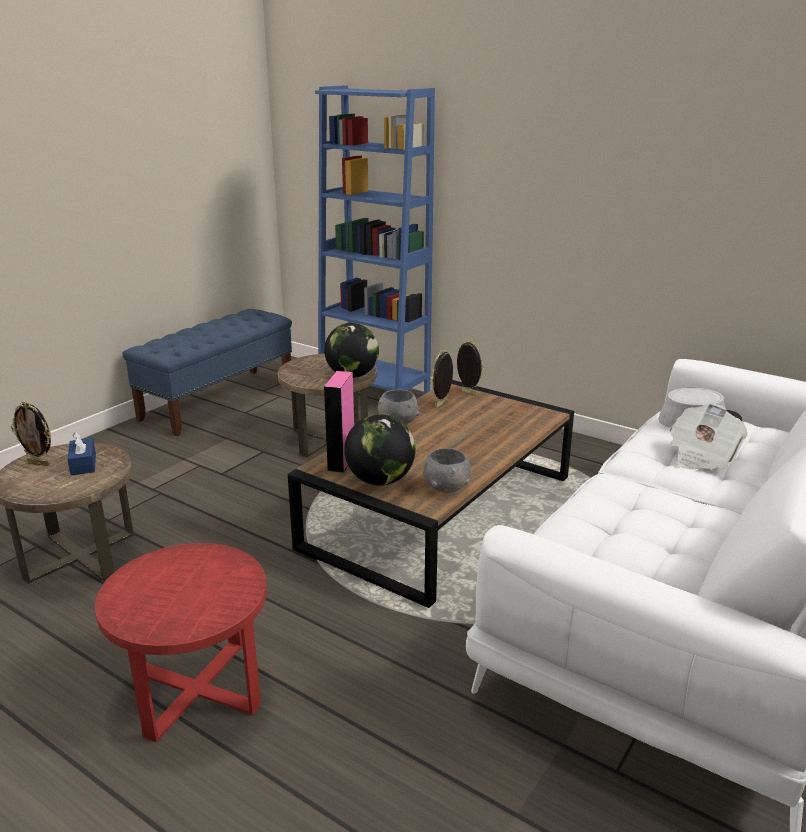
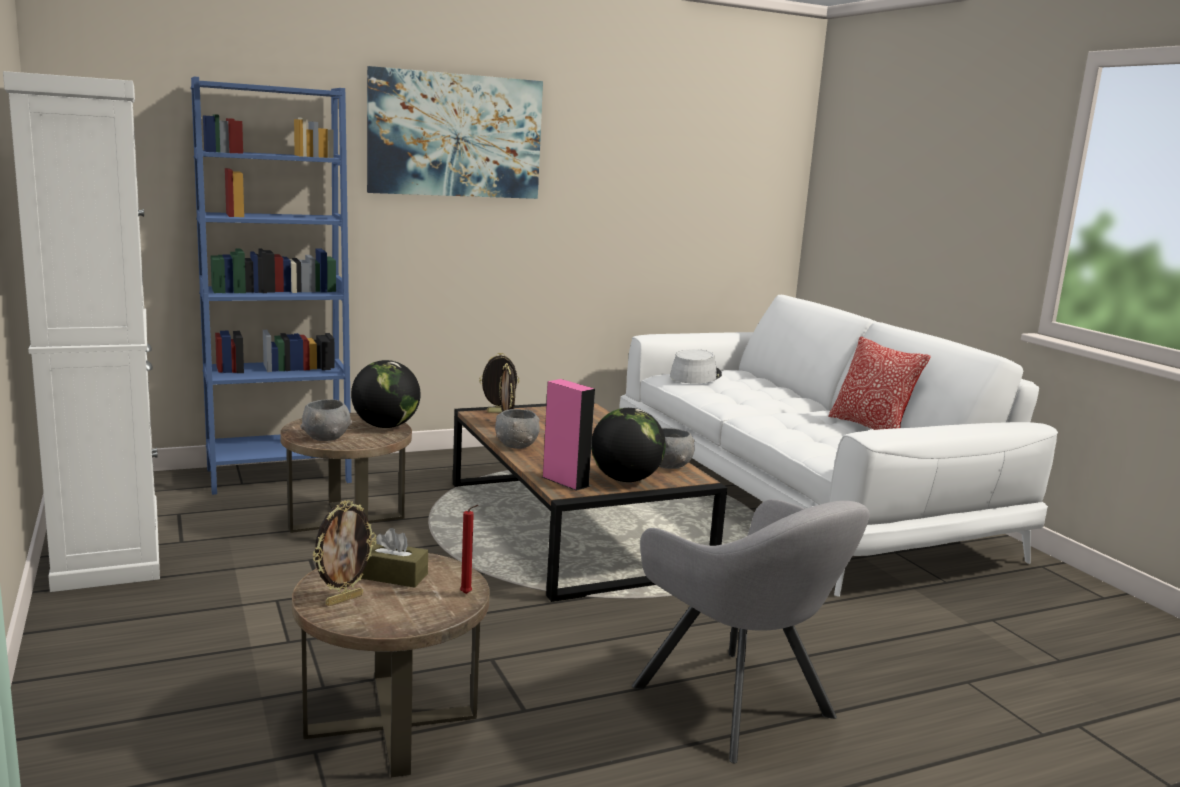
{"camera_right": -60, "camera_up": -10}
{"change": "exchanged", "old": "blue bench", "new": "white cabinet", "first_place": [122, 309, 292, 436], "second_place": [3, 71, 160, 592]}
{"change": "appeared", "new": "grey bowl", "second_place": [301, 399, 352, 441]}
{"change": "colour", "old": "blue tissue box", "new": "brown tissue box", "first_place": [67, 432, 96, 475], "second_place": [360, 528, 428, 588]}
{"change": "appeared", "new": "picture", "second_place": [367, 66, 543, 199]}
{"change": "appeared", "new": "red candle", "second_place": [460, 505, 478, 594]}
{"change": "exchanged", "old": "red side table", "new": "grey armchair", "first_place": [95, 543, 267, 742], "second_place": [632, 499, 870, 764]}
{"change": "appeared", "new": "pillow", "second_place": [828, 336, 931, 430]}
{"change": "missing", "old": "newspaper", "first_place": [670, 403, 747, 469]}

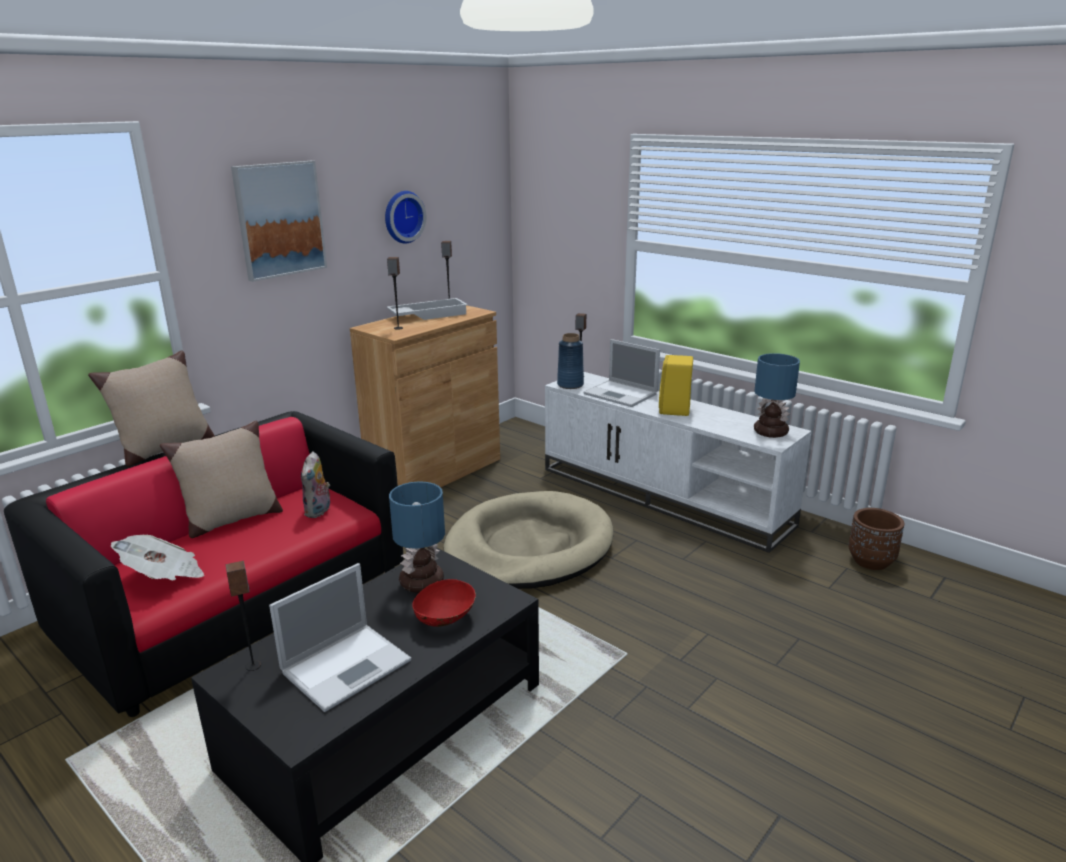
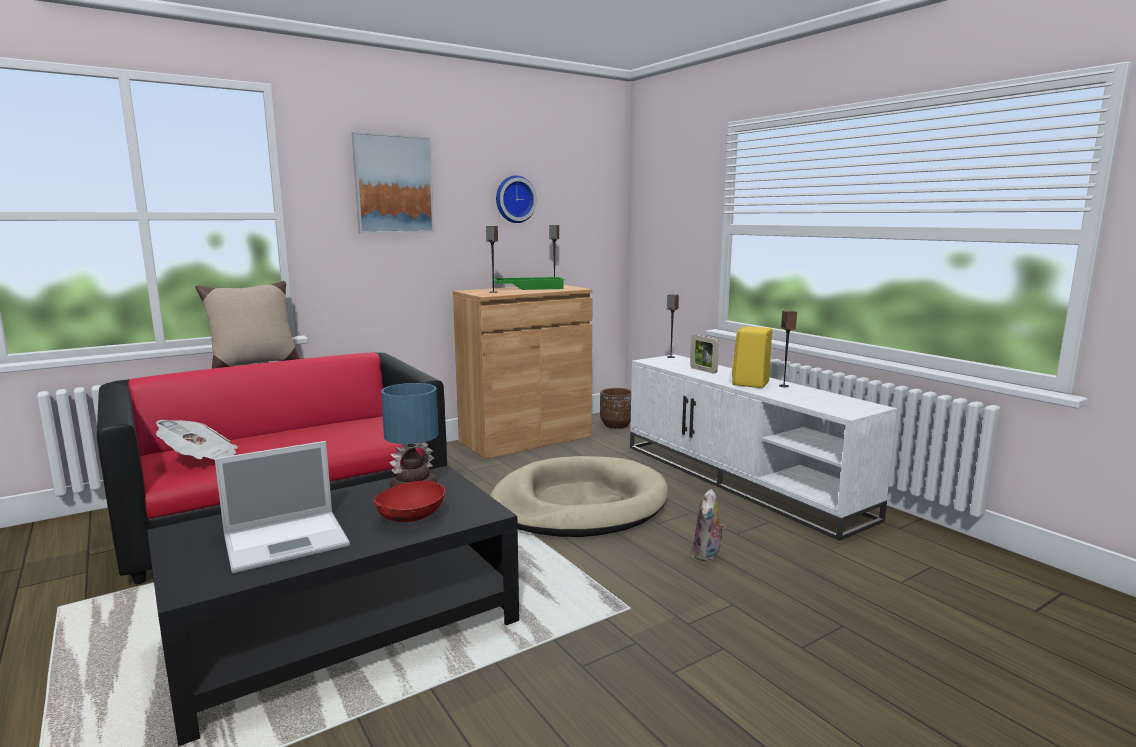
{"camera_right": 15, "camera_up": -10}
{"change": "colour", "old": "white tray", "new": "green tray", "first_place": [386, 298, 468, 320], "second_place": [492, 277, 565, 290]}
{"change": "relocated", "old": "brown planter", "first_place": [848, 508, 904, 570], "second_place": [600, 388, 631, 429]}
{"change": "exchanged", "old": "laptop", "new": "picture frame", "first_place": [583, 339, 660, 407], "second_place": [690, 335, 719, 373]}
{"change": "relocated", "old": "plush toy", "first_place": [301, 451, 330, 518], "second_place": [693, 489, 725, 562]}
{"change": "relocated", "old": "speaker", "first_place": [226, 561, 261, 671], "second_place": [779, 311, 797, 387]}
{"change": "missing", "old": "beige pillow", "first_place": [160, 421, 283, 538]}
{"change": "missing", "old": "blue vase", "first_place": [557, 333, 584, 389]}
{"change": "missing", "old": "table lamp", "first_place": [754, 353, 800, 438]}

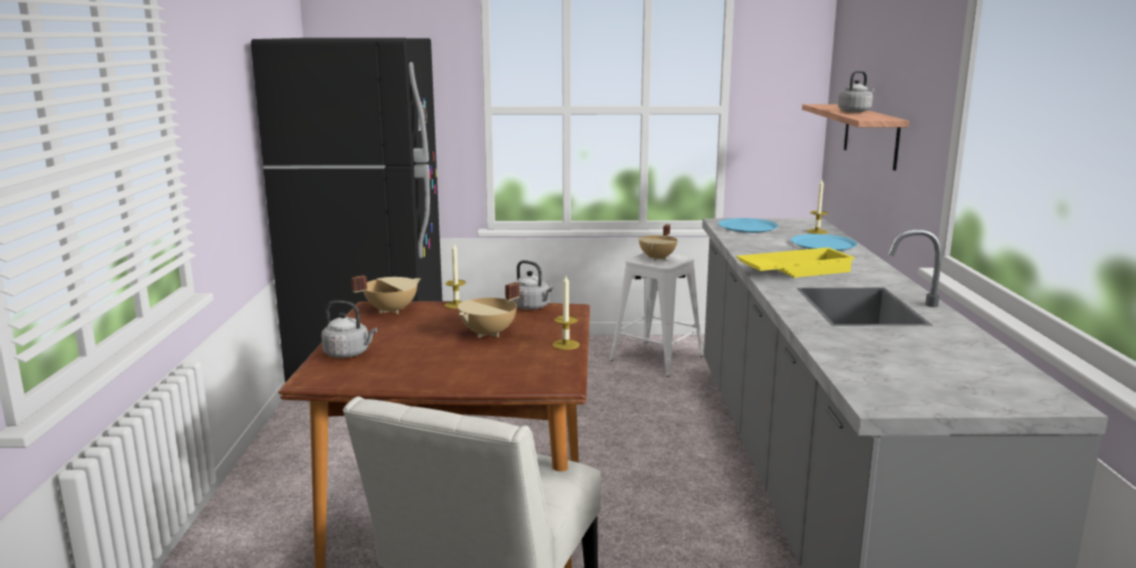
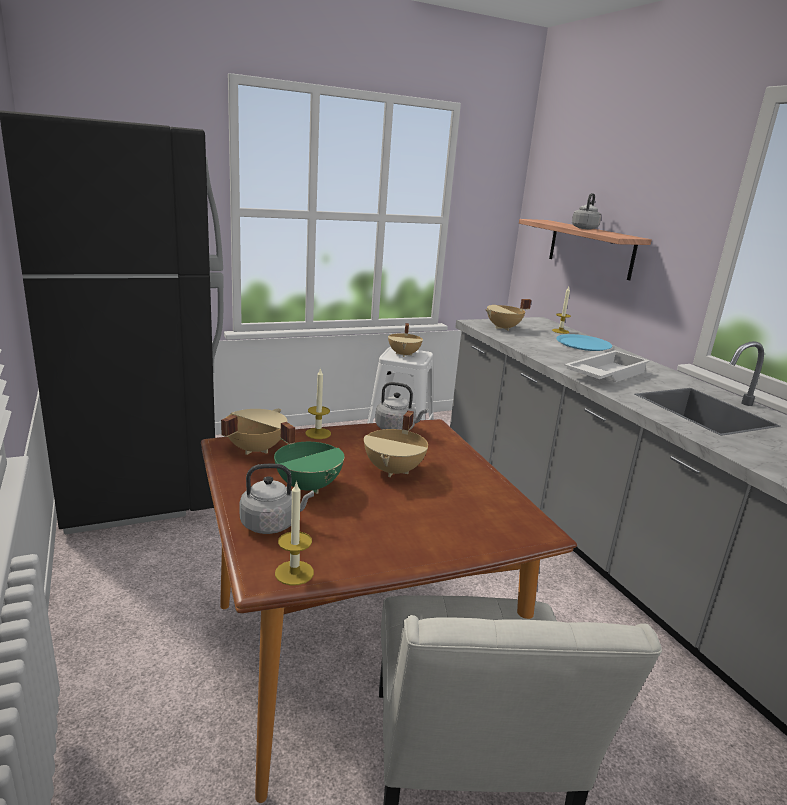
{"camera_right": -25, "camera_up": 5}
{"change": "appeared", "new": "green cooking pot", "second_place": [274, 422, 344, 494]}
{"change": "relocated", "old": "candle", "first_place": [552, 275, 580, 350], "second_place": [275, 481, 314, 586]}
{"change": "exchanged", "old": "blue plate", "new": "beige cooking pot", "first_place": [718, 218, 778, 233], "second_place": [485, 299, 531, 330]}
{"change": "colour", "old": "yellow tray", "new": "white tray", "first_place": [736, 247, 855, 278], "second_place": [564, 350, 650, 382]}

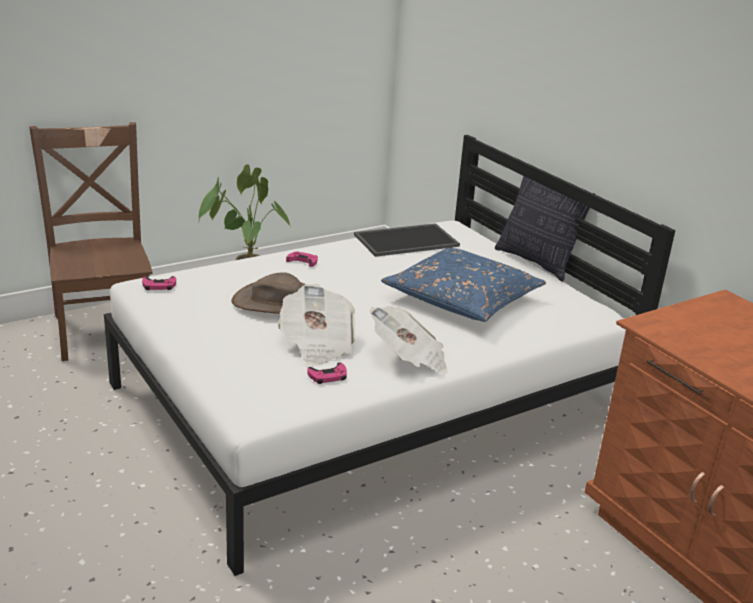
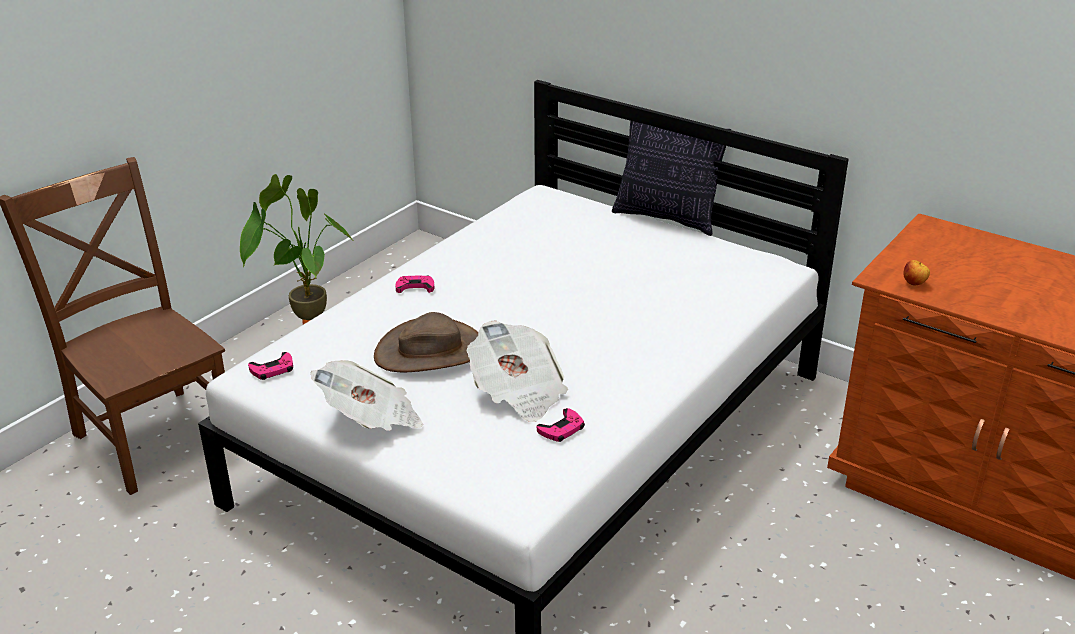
{"camera_right": -20, "camera_up": 5}
{"change": "relocated", "old": "newspaper", "first_place": [370, 306, 448, 373], "second_place": [310, 360, 424, 431]}
{"change": "appeared", "new": "apple", "second_place": [903, 260, 930, 286]}
{"change": "missing", "old": "tray", "first_place": [354, 223, 460, 257]}
{"change": "missing", "old": "blue pillow", "first_place": [381, 248, 546, 322]}

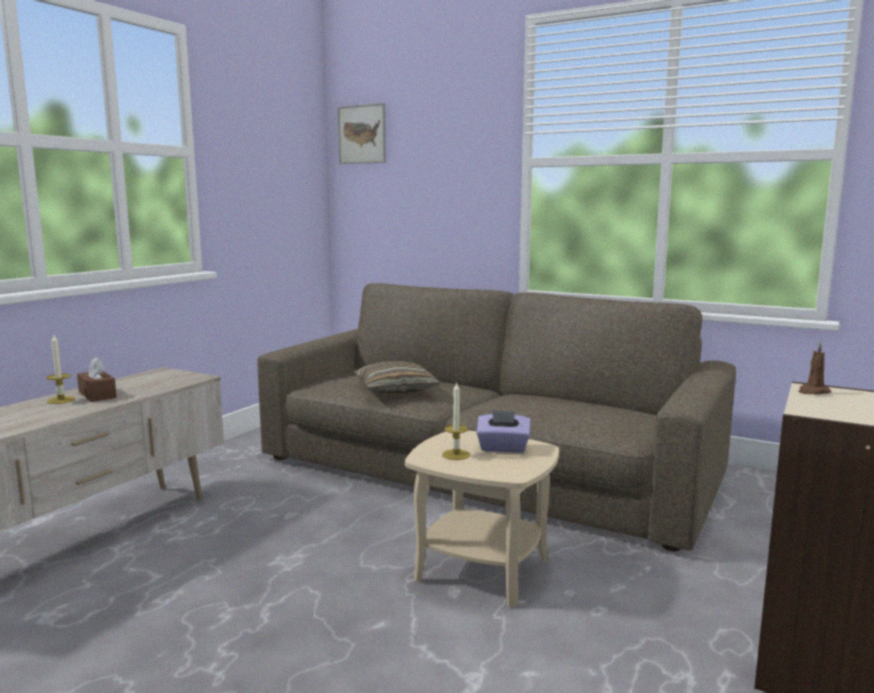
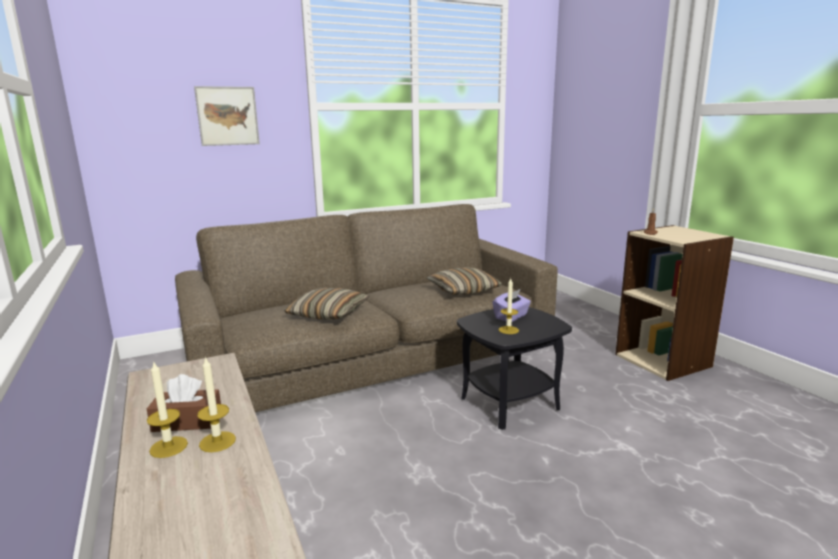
{"camera_right": -55, "camera_up": 5}
{"change": "relocated", "old": "picture", "first_place": [338, 103, 386, 164], "second_place": [194, 86, 260, 146]}
{"change": "appeared", "new": "candle", "second_place": [197, 357, 236, 452]}
{"change": "appeared", "new": "pillow", "second_place": [427, 267, 502, 295]}
{"change": "colour", "old": "beige side table", "new": "black side table", "first_place": [405, 430, 559, 607], "second_place": [457, 307, 572, 430]}

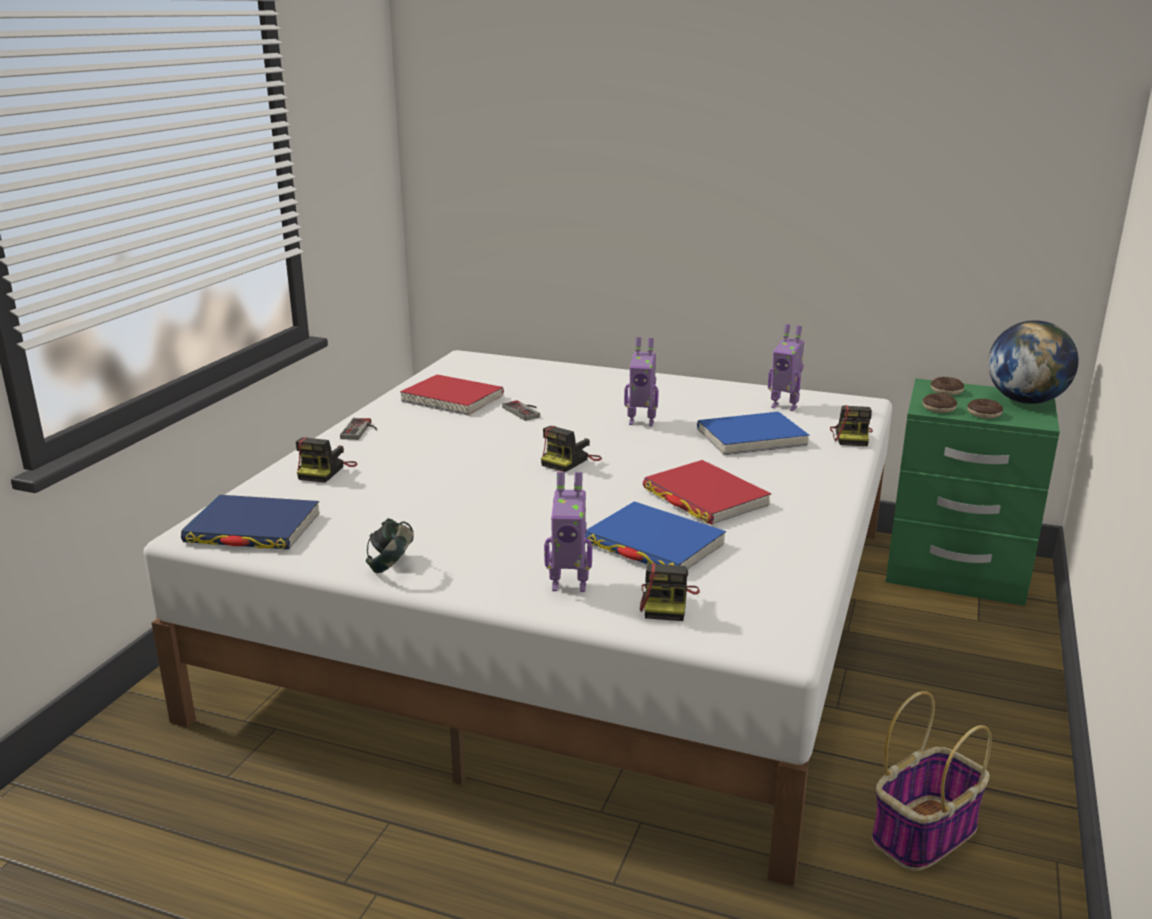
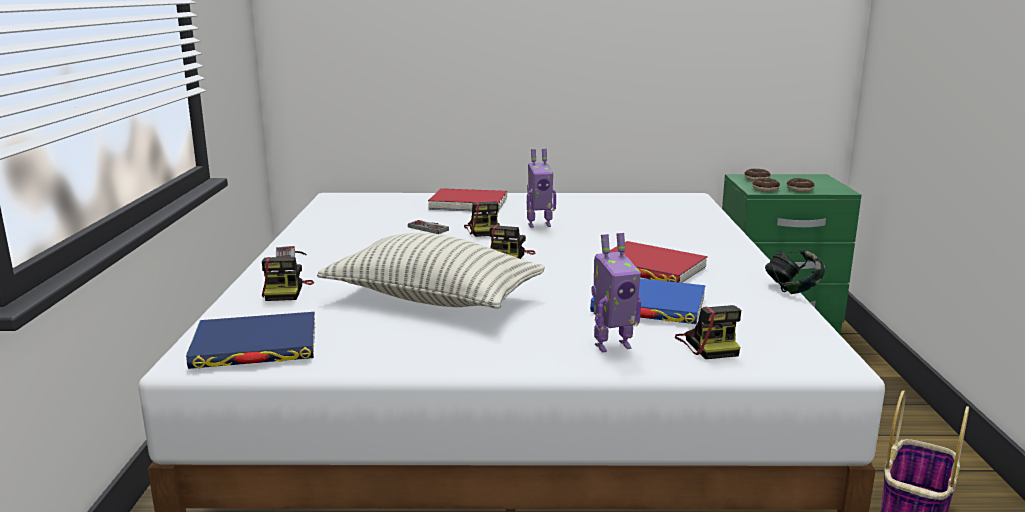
{"camera_right": -20, "camera_up": -5}
{"change": "appeared", "new": "pillow", "second_place": [317, 233, 545, 309]}
{"change": "relocated", "old": "red book", "first_place": [400, 375, 504, 416], "second_place": [428, 188, 507, 213]}
{"change": "relocated", "old": "photo camera", "first_place": [830, 405, 873, 446], "second_place": [464, 201, 500, 237]}
{"change": "relocated", "old": "headphones", "first_place": [366, 518, 414, 573], "second_place": [765, 250, 825, 294]}
{"change": "missing", "old": "blue book", "first_place": [697, 412, 810, 455]}
{"change": "missing", "old": "toy robot", "first_place": [768, 324, 804, 411]}
{"change": "missing", "old": "globe", "first_place": [988, 320, 1078, 404]}

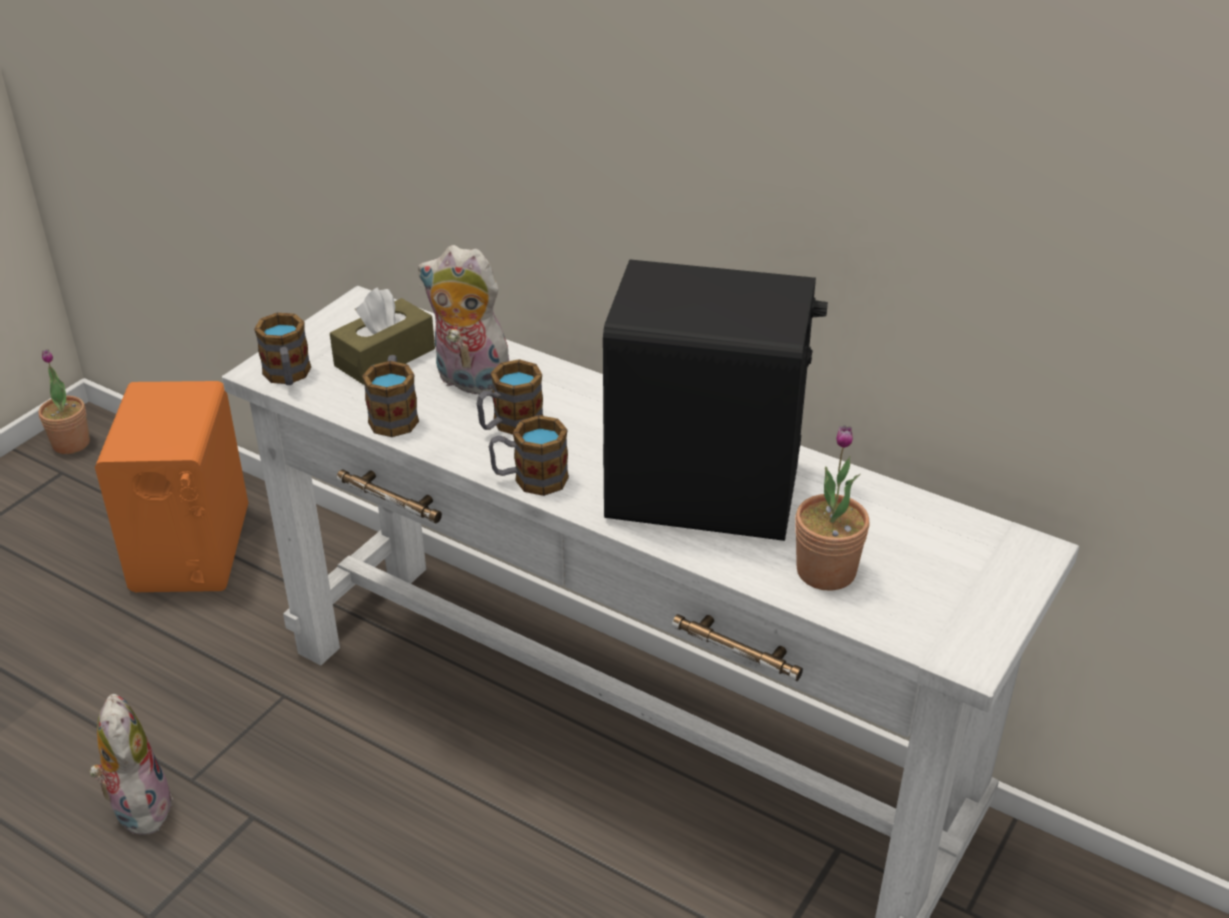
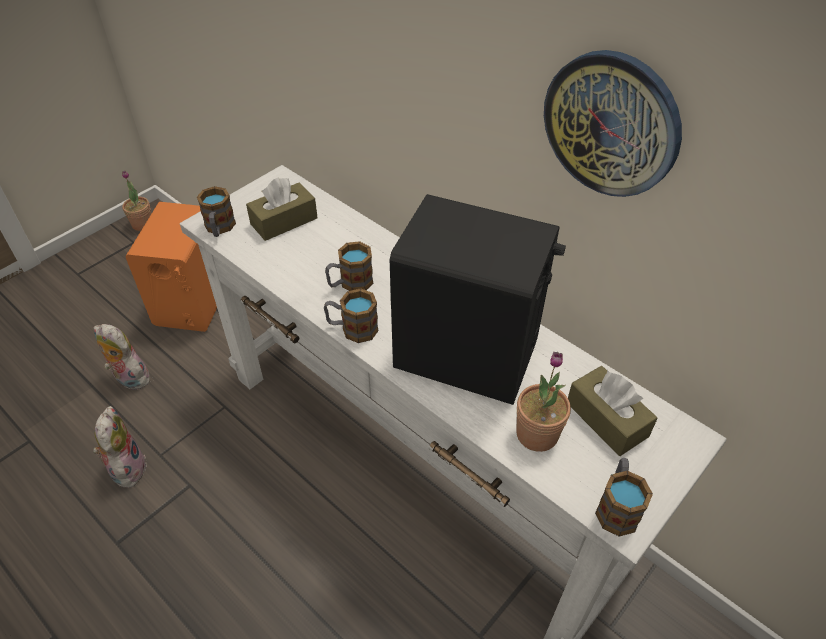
{"camera_right": 10, "camera_up": 10}
{"change": "relocated", "old": "plush toy", "first_place": [418, 245, 509, 395], "second_place": [94, 324, 153, 390]}
{"change": "appeared", "new": "wall clock", "second_place": [544, 50, 682, 197]}
{"change": "appeared", "new": "brown tissue box", "second_place": [568, 366, 658, 456]}
{"change": "relocated", "old": "mug", "first_place": [362, 355, 419, 437], "second_place": [595, 458, 653, 537]}

